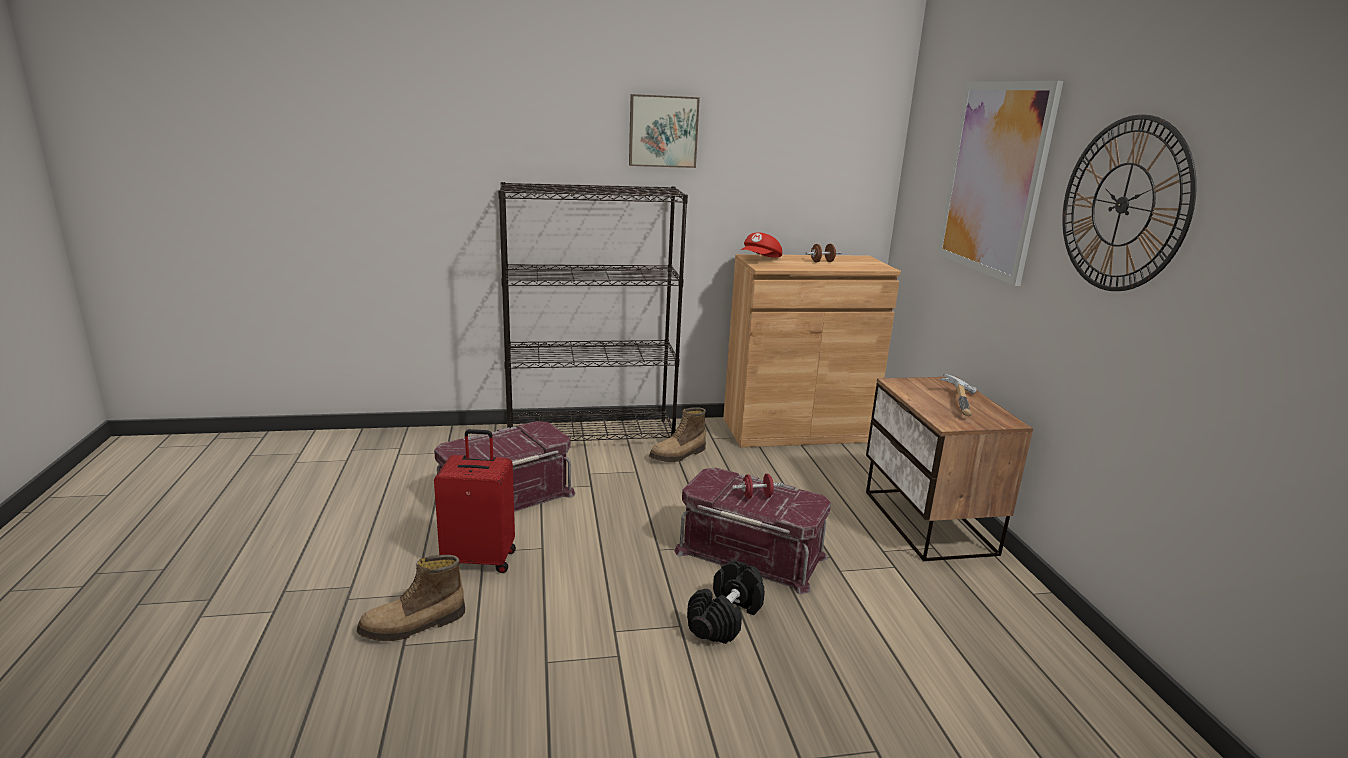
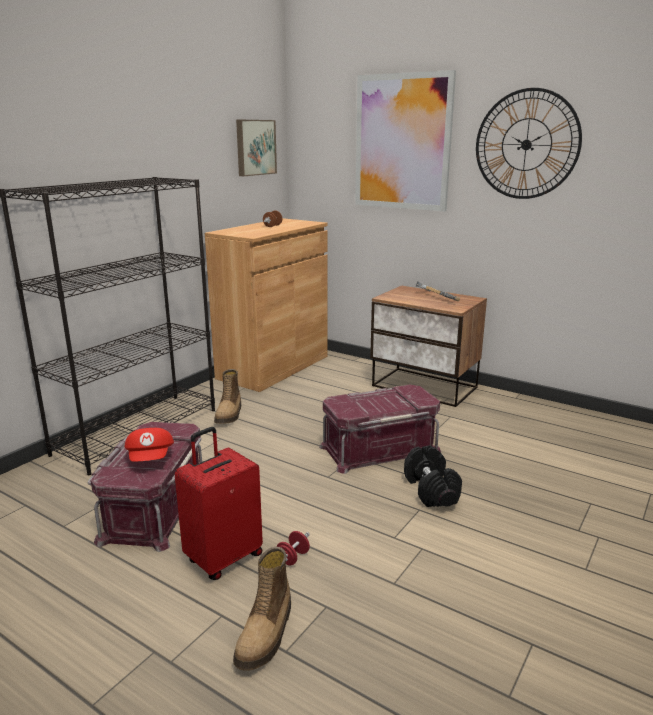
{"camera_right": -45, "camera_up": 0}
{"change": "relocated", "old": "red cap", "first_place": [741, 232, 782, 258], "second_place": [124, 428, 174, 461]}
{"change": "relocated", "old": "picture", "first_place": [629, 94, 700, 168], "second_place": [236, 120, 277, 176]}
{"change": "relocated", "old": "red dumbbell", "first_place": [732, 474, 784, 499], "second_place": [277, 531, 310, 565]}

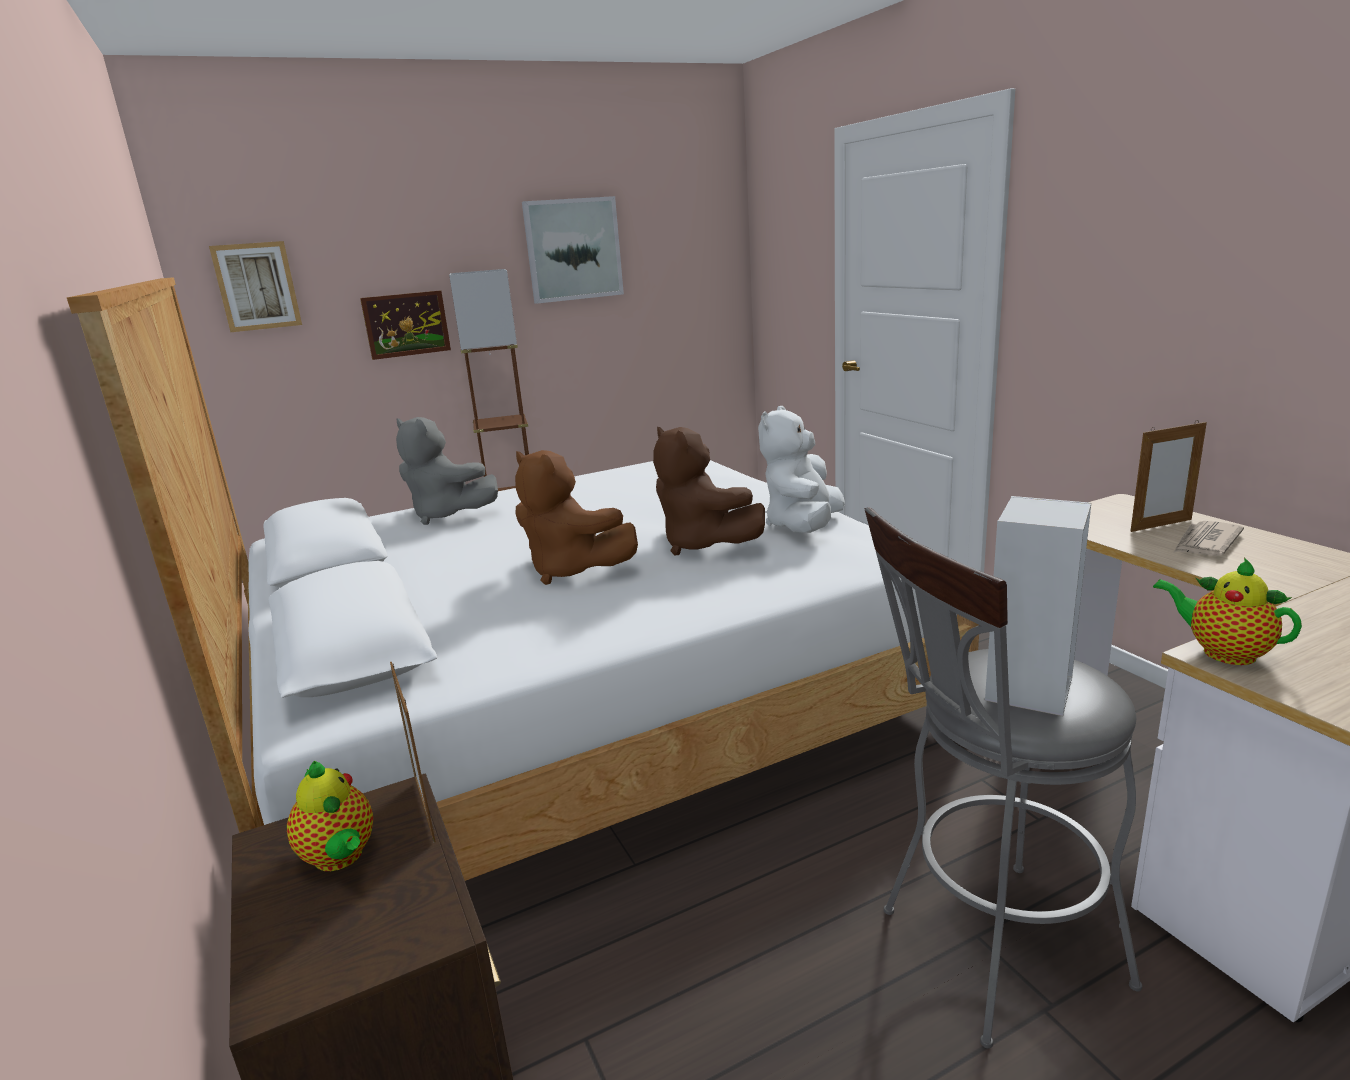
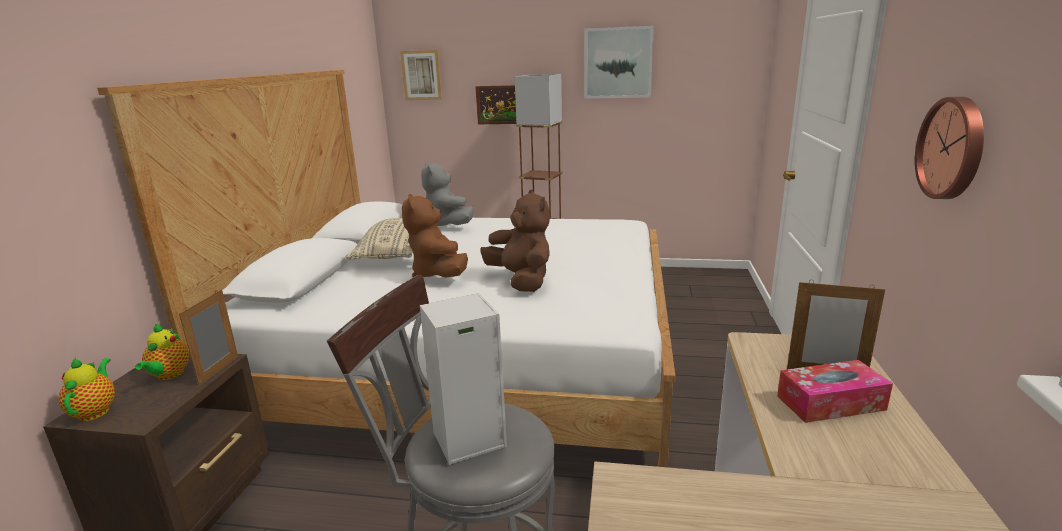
{"camera_right": 35, "camera_up": 0}
{"change": "relocated", "old": "teapot", "first_place": [1153, 558, 1302, 665], "second_place": [59, 357, 115, 421]}
{"change": "appeared", "new": "beige pillow", "second_place": [345, 218, 412, 259]}
{"change": "spun", "old": "brown plush toy", "first_place": [653, 427, 765, 556], "second_place": [480, 190, 550, 292], "degrees": 150}
{"change": "exchanged", "old": "newspaper", "new": "tissue box", "first_place": [1173, 521, 1244, 556], "second_place": [777, 360, 893, 423]}
{"change": "appeared", "new": "wall clock", "second_place": [915, 97, 984, 199]}
{"change": "missing", "old": "white plush toy", "first_place": [758, 406, 845, 533]}

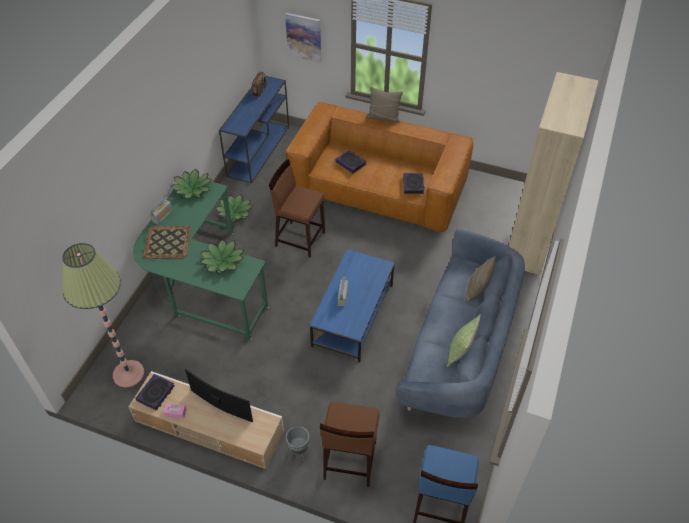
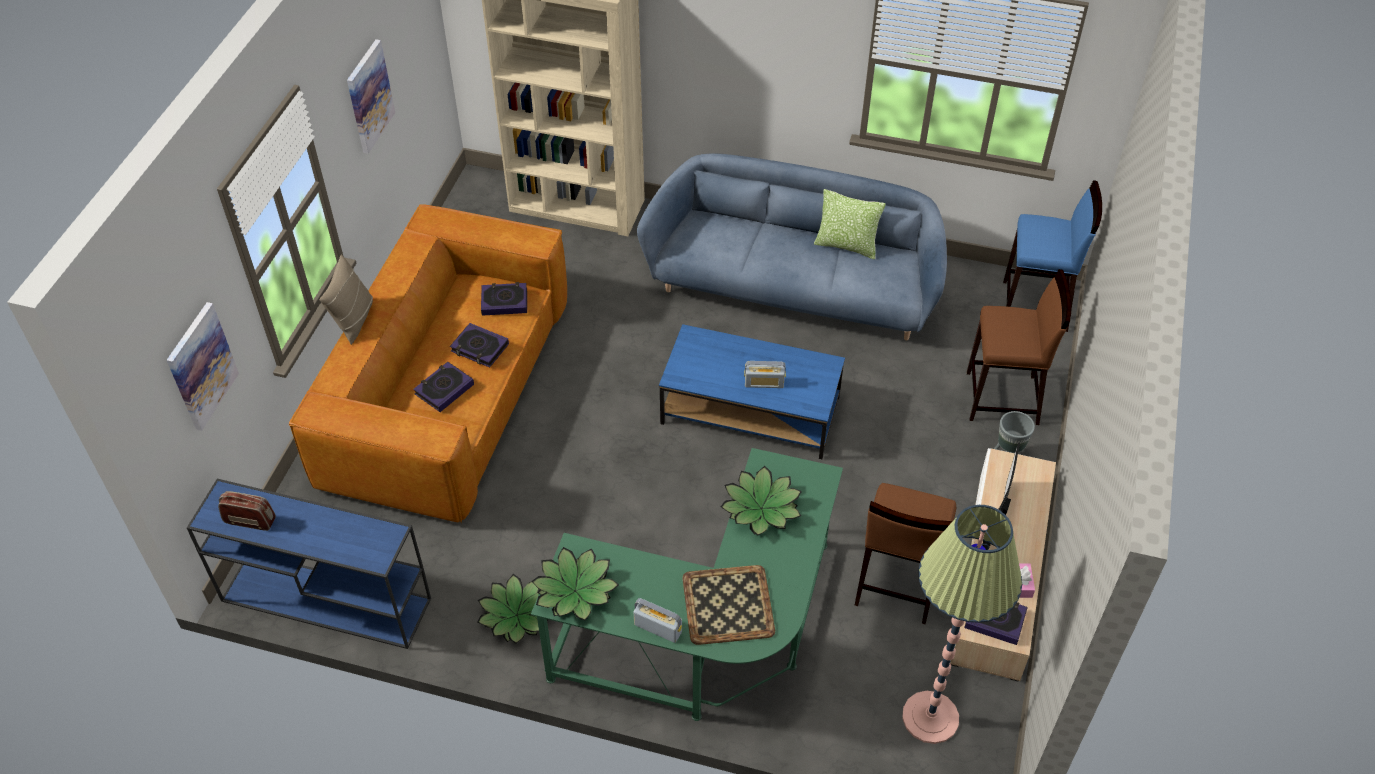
{"camera_right": -95, "camera_up": 0}
{"change": "appeared", "new": "picture", "second_place": [347, 39, 395, 154]}
{"change": "appeared", "new": "book", "second_place": [450, 323, 509, 367]}
{"change": "relocated", "old": "brown stool", "first_place": [269, 159, 325, 258], "second_place": [855, 483, 956, 624]}
{"change": "missing", "old": "beige pillow", "first_place": [466, 256, 496, 303]}

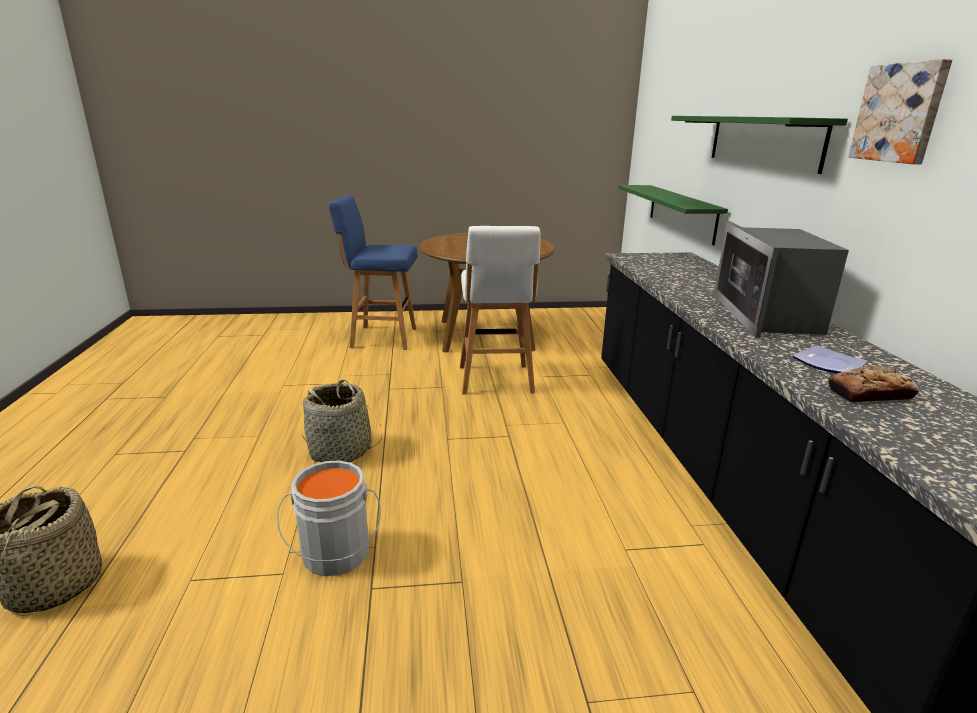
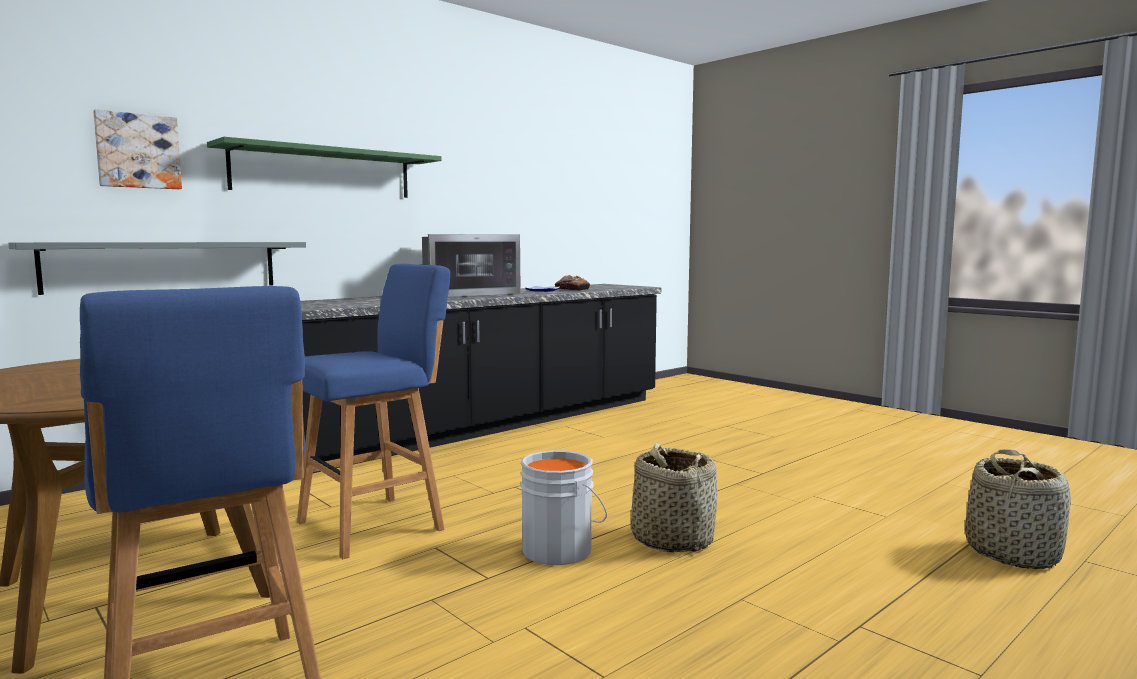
{"camera_right": -125, "camera_up": -15}
{"change": "colour", "old": "green shelf", "new": "grey shelf", "first_place": [618, 185, 728, 245], "second_place": [8, 242, 306, 295]}
{"change": "relocated", "old": "picture", "first_place": [848, 59, 953, 164], "second_place": [93, 109, 182, 189]}
{"change": "colour", "old": "white stool", "new": "blue stool", "first_place": [460, 226, 541, 395], "second_place": [297, 264, 450, 559]}
{"change": "relocated", "old": "grey bucket", "first_place": [277, 461, 381, 576], "second_place": [520, 450, 607, 565]}

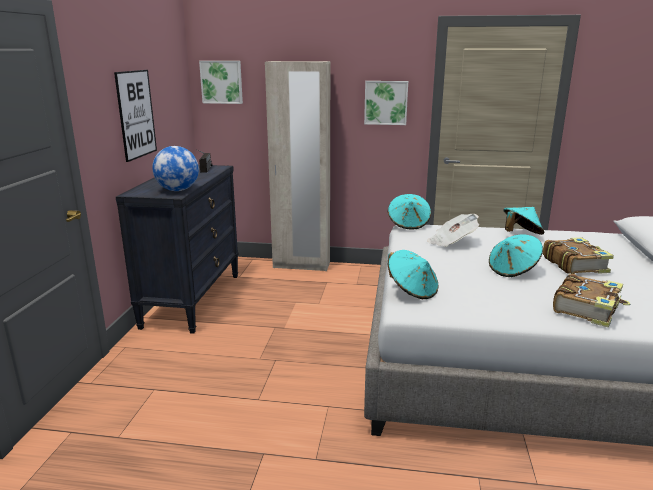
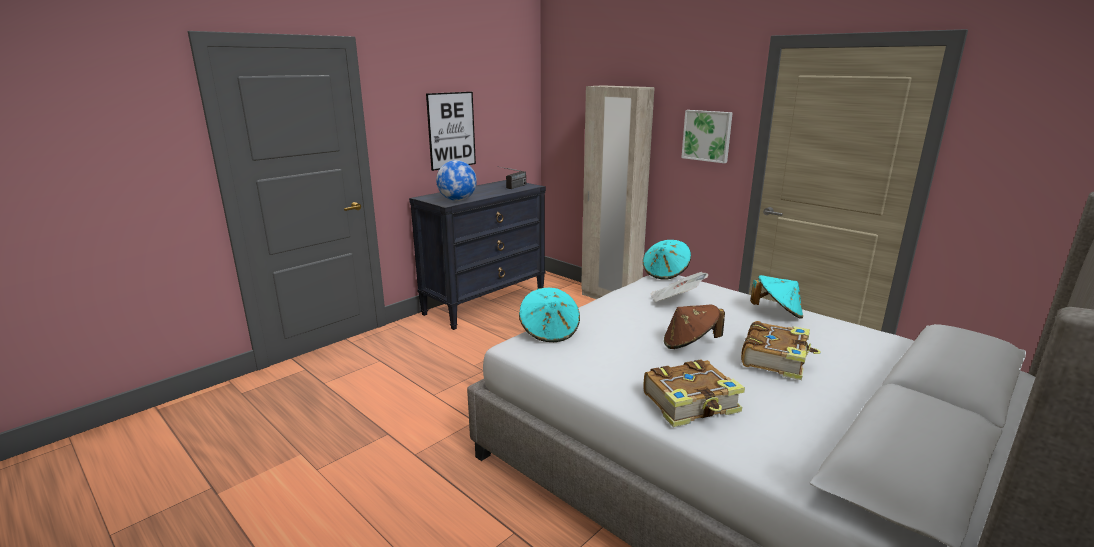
{"camera_right": 35, "camera_up": 0}
{"change": "colour", "old": "turquoise hat", "new": "brown hat", "first_place": [489, 234, 543, 277], "second_place": [664, 305, 725, 349]}
{"change": "missing", "old": "picture", "first_place": [199, 61, 243, 104]}

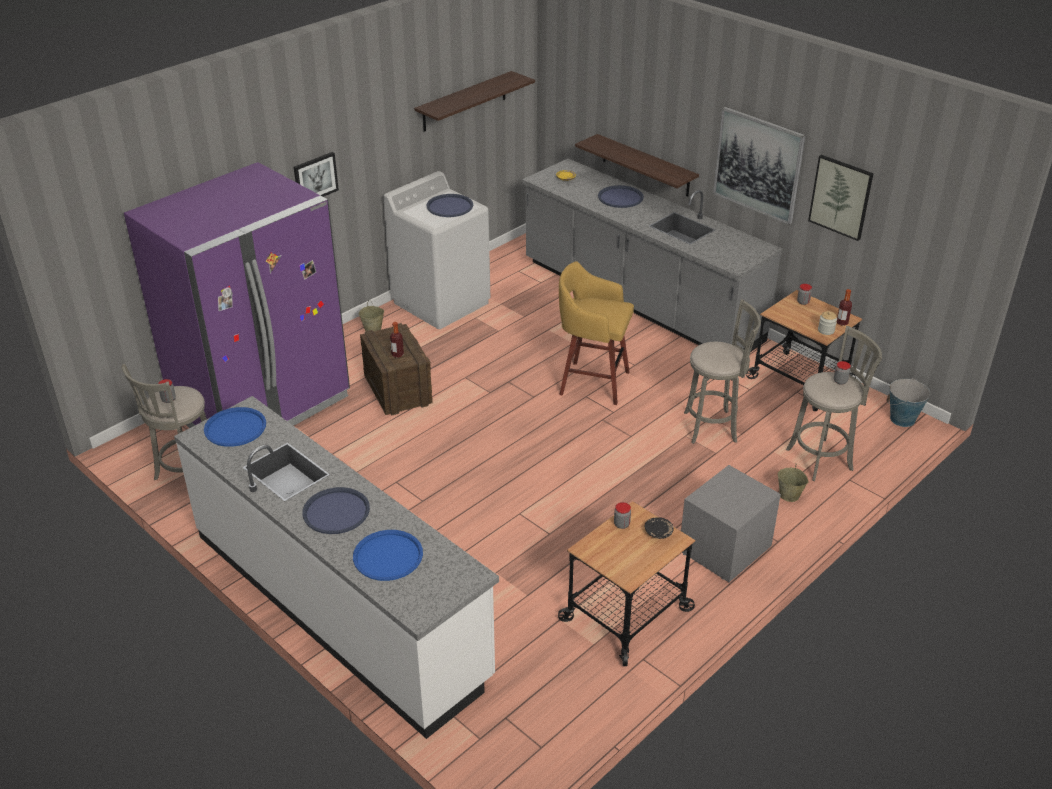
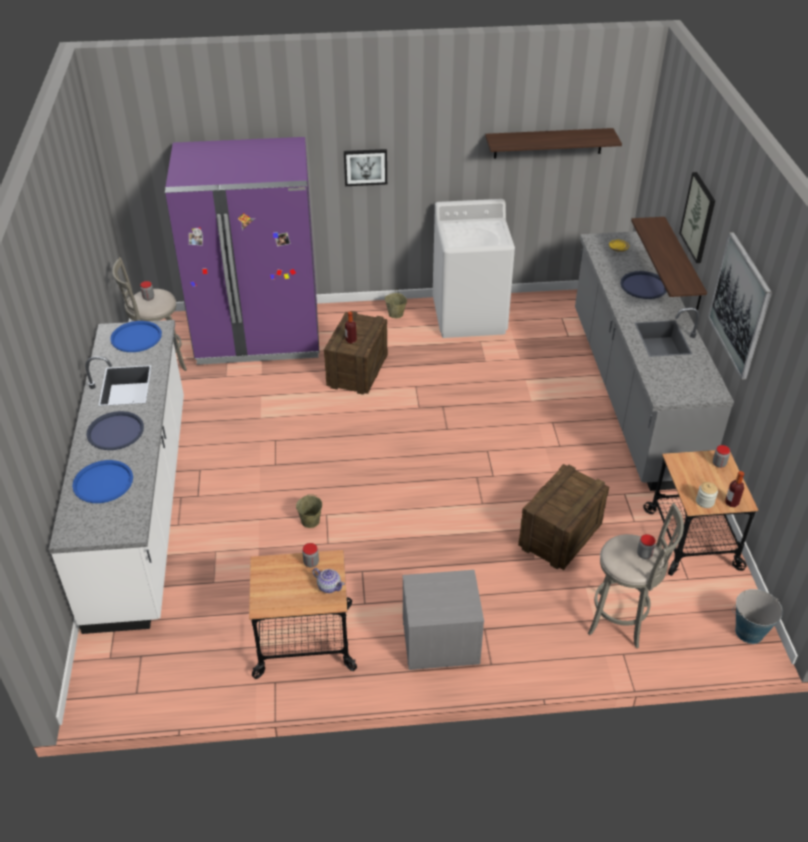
{"camera_right": 40, "camera_up": 5}
{"change": "relocated", "old": "beige bucket", "first_place": [778, 464, 809, 502], "second_place": [296, 494, 322, 528]}
{"change": "exchanged", "old": "black plate", "new": "teapot", "first_place": [645, 517, 674, 539], "second_place": [312, 568, 345, 593]}
{"change": "exchanged", "old": "grey stool", "new": "crate", "first_place": [684, 299, 761, 444], "second_place": [518, 464, 609, 570]}
{"change": "relocated", "old": "picture", "first_place": [808, 155, 874, 241], "second_place": [679, 172, 715, 263]}
{"change": "missing", "old": "blue tray", "first_place": [426, 194, 473, 217]}
{"change": "missing", "old": "yellow stool", "first_place": [559, 261, 634, 405]}

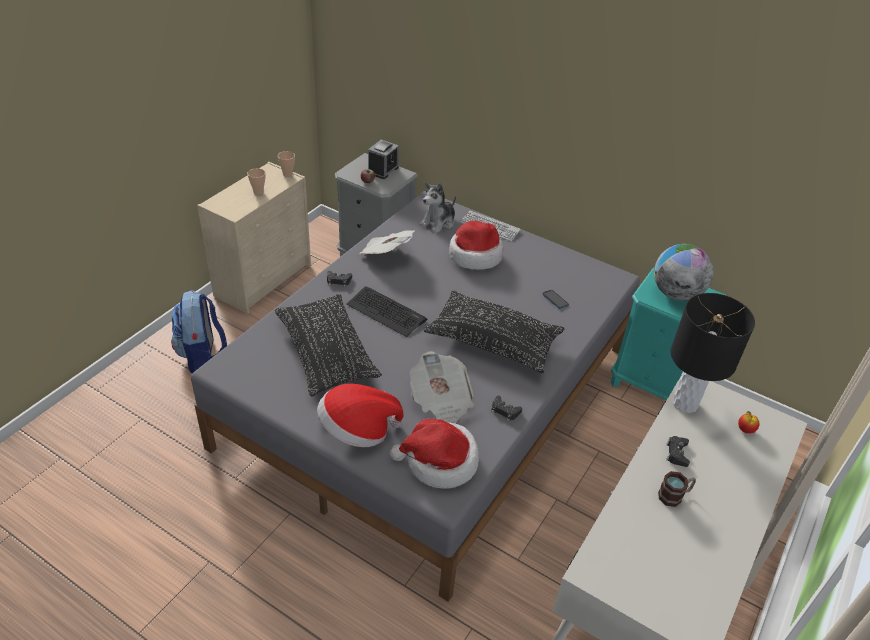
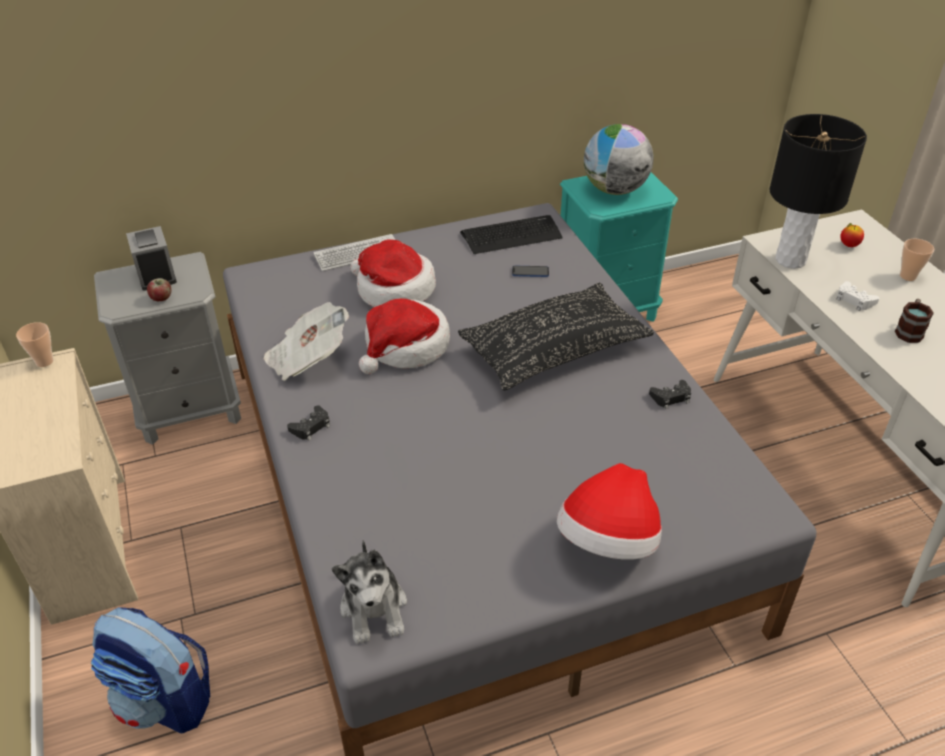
{"camera_right": -50, "camera_up": 0}
{"change": "relocated", "old": "plush toy", "first_place": [420, 182, 456, 234], "second_place": [332, 540, 407, 644]}
{"change": "relocated", "old": "hat", "first_place": [390, 419, 479, 489], "second_place": [359, 298, 450, 374]}
{"change": "relocated", "old": "keyboard", "first_place": [347, 286, 428, 337], "second_place": [460, 215, 563, 254]}
{"change": "colour", "old": "black game controller", "new": "white game controller", "first_place": [666, 436, 690, 467], "second_place": [837, 281, 880, 311]}
{"change": "relocated", "old": "cup", "first_place": [247, 168, 266, 195], "second_place": [900, 239, 934, 281]}
{"change": "missing", "old": "black pillow", "first_place": [275, 294, 382, 397]}
{"change": "missing", "old": "newspaper", "first_place": [410, 351, 475, 423]}

